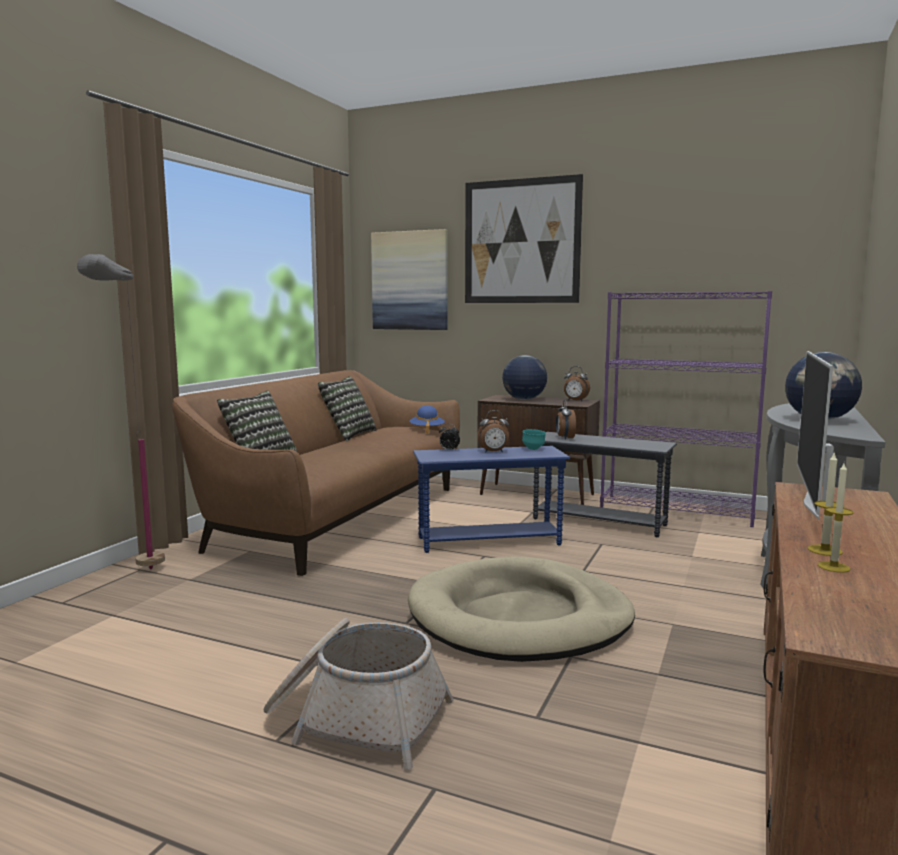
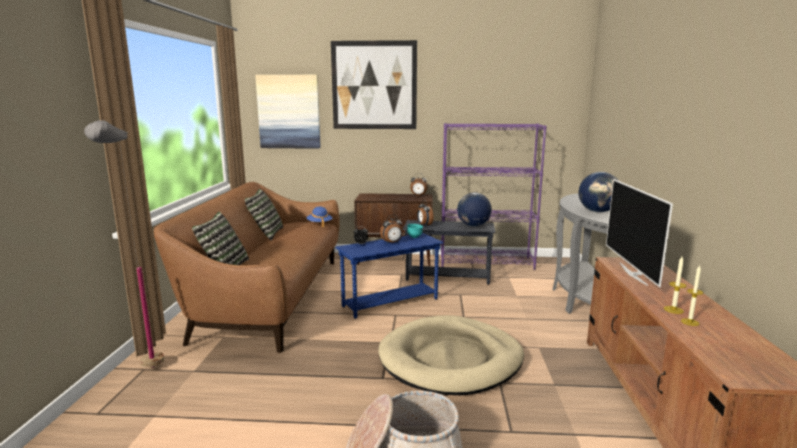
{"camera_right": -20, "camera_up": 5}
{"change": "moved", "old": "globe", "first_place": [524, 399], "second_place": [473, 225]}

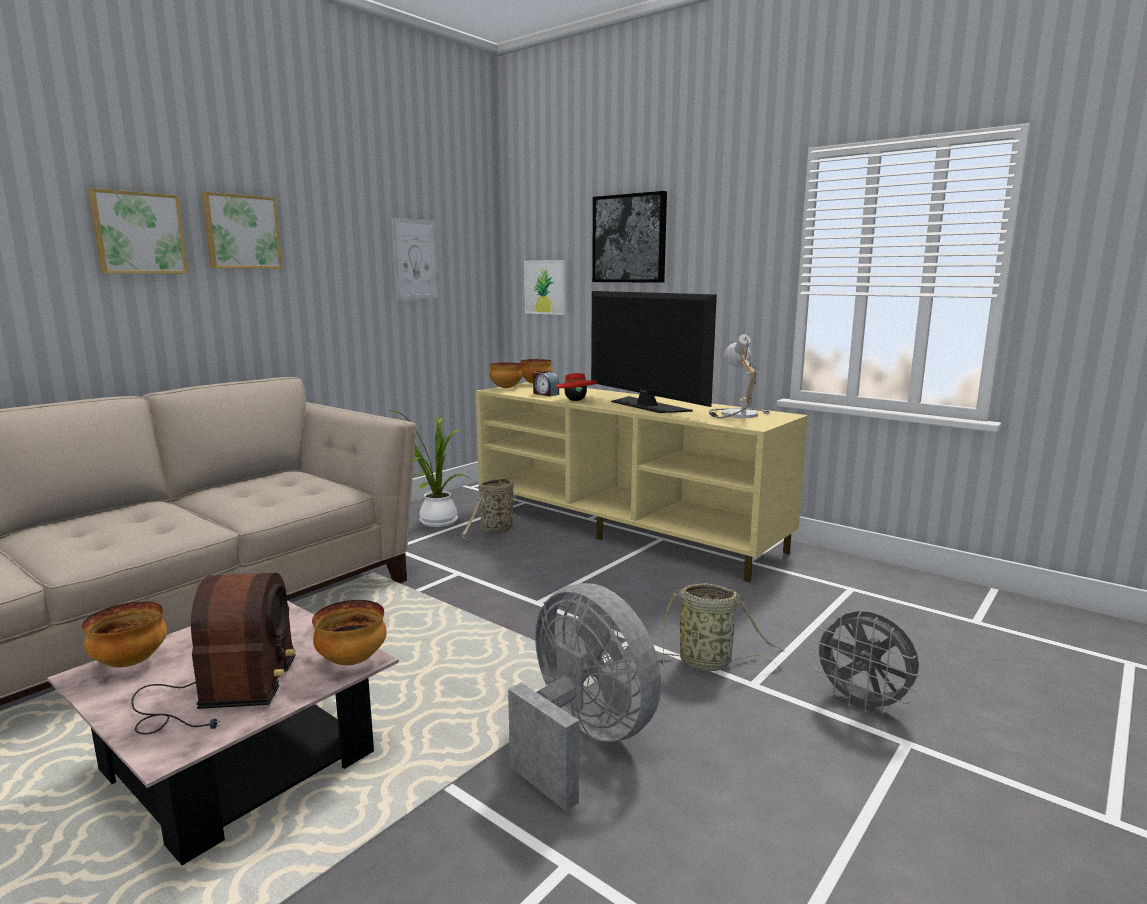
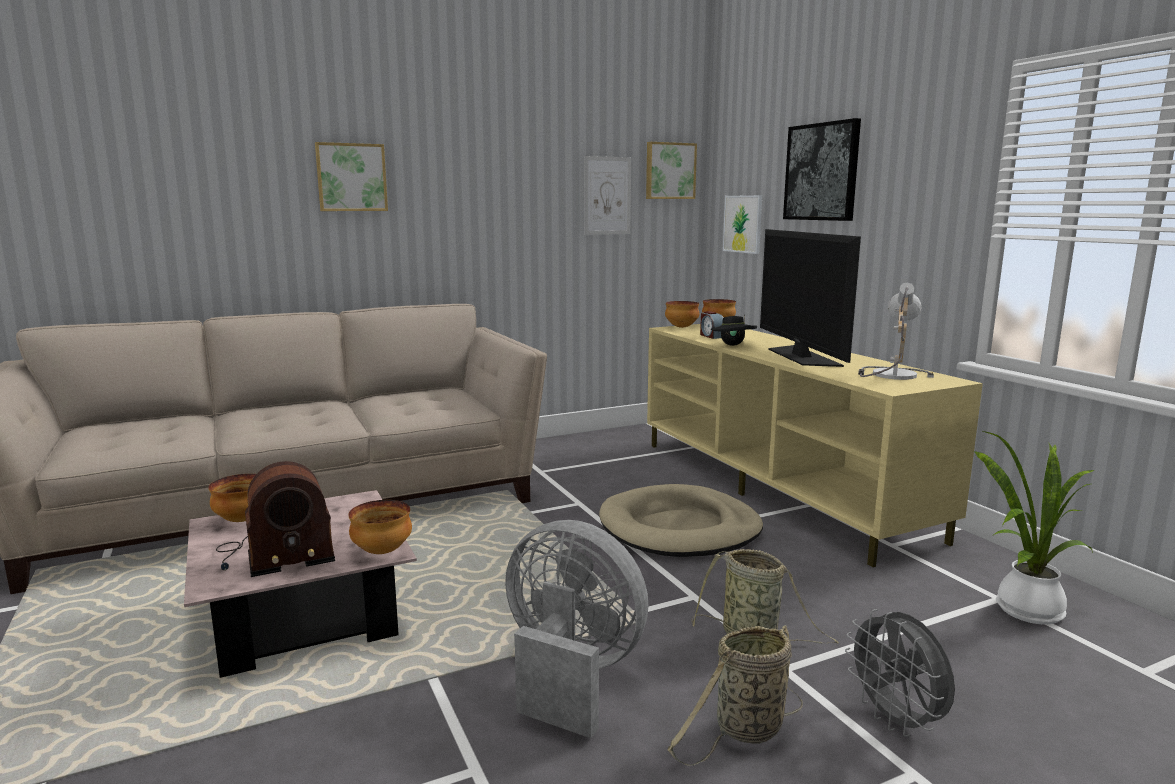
{"camera_right": 25, "camera_up": 0}
{"change": "moved", "old": "picture", "first_place": [241, 232], "second_place": [669, 171]}
{"change": "recoloured", "old": "hat in red", "new": "hat in black", "first_place": [576, 400], "second_place": [733, 345]}
{"change": "moved", "old": "potted plant", "first_place": [435, 521], "second_place": [1023, 610]}
{"change": "moved", "old": "basket", "first_place": [495, 531], "second_place": [745, 731]}
{"change": "turned", "old": "radio", "first_place": [219, 694], "second_place": [275, 554], "degrees": 45}
{"change": "turned", "old": "fan in grey", "first_place": [582, 741], "second_place": [570, 675], "degrees": -45}
{"change": "added", "new": "dog bed in beige", "second_place": [680, 528]}

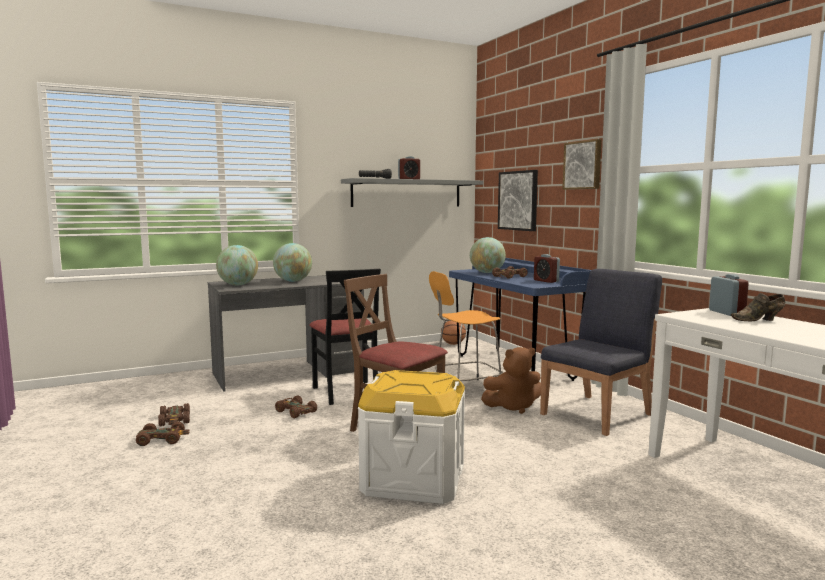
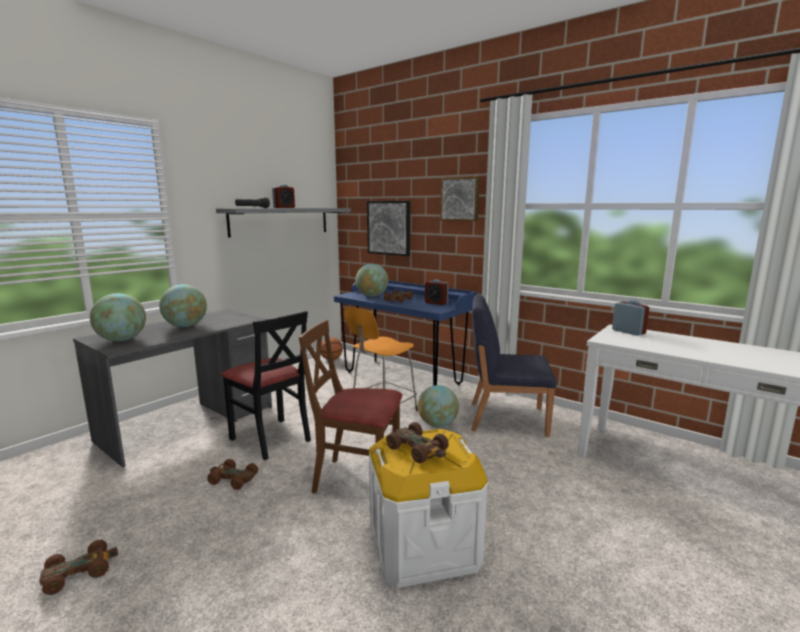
{"camera_right": -25, "camera_up": 5}
{"change": "turned", "old": "chair in blue", "first_place": [597, 414], "second_place": [506, 418], "degrees": -105}
{"change": "removed", "old": "shoe in brown", "first_place": [759, 320]}
{"change": "replaced", "old": "plush toy in brown", "new": "globe", "first_place": [513, 407], "second_place": [437, 424]}
{"change": "moved", "old": "toy car in brown", "first_place": [175, 420], "second_place": [418, 449]}

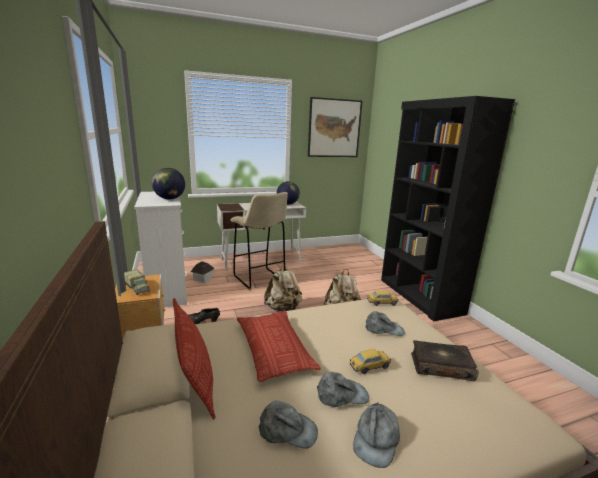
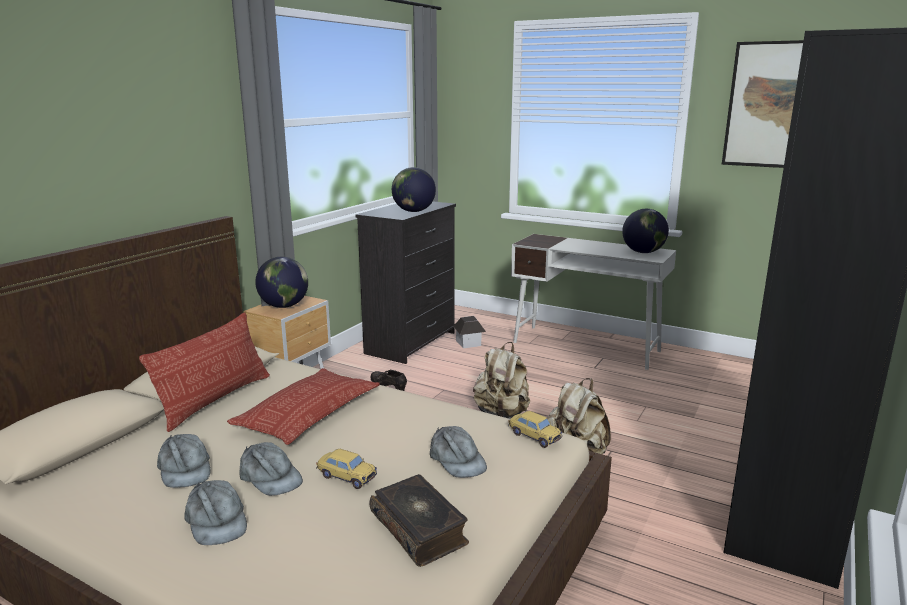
{"camera_right": 50, "camera_up": 0}
{"change": "recoloured", "old": "dresser in white", "new": "dresser in black", "first_place": [168, 291], "second_place": [412, 343]}
{"change": "removed", "old": "stool in beige", "first_place": [259, 279]}
{"change": "replaced", "old": "toy truck", "new": "globe", "first_place": [138, 288], "second_place": [284, 306]}
{"change": "turned", "old": "cap in grey", "first_place": [376, 439], "second_place": [216, 521], "degrees": -105}

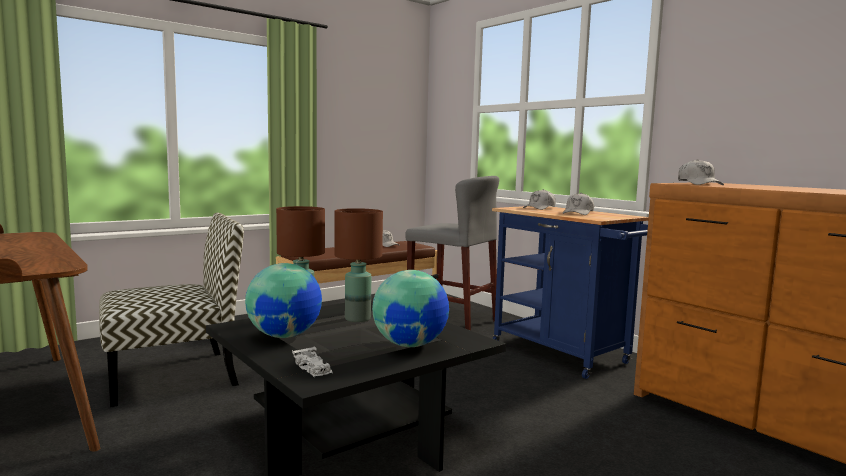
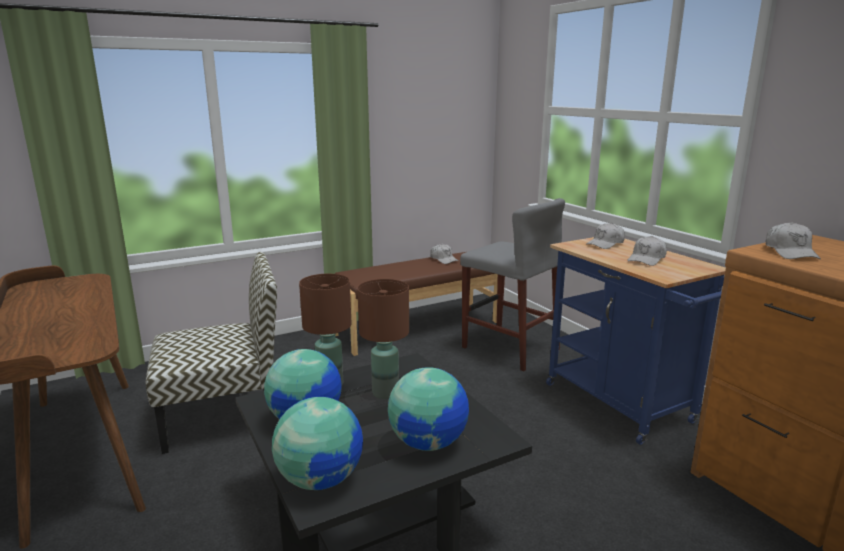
{"camera_right": 10, "camera_up": 10}
{"change": "replaced", "old": "toy car in white", "new": "globe", "first_place": [313, 368], "second_place": [320, 479]}

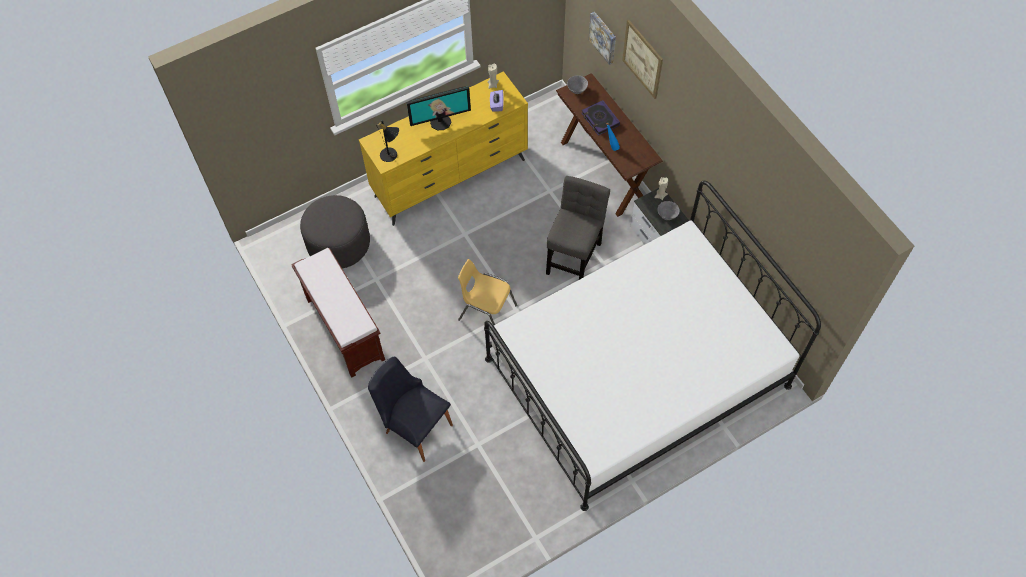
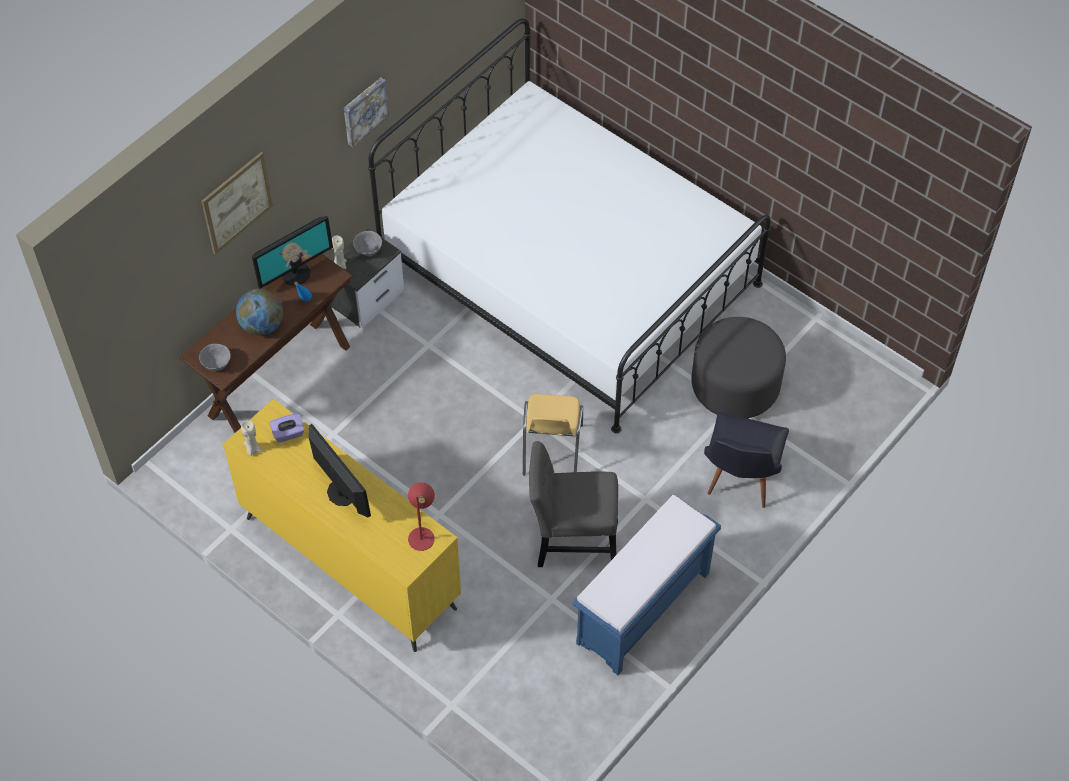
{"camera_right": -110, "camera_up": -5}
{"change": "moved", "old": "picture", "first_place": [603, 37], "second_place": [364, 110]}
{"change": "replaced", "old": "book", "new": "globe", "first_place": [600, 119], "second_place": [262, 325]}
{"change": "recoloured", "old": "table lamp in black", "new": "table lamp in red", "first_place": [391, 156], "second_place": [422, 534]}
{"change": "moved", "old": "chair in grey", "first_place": [574, 255], "second_place": [572, 541]}
{"change": "moved", "old": "ottoman in grey", "first_place": [339, 244], "second_place": [735, 385]}
{"change": "recoloured", "old": "bench in brown", "new": "bench in blue", "first_place": [344, 328], "second_place": [642, 610]}
{"change": "added", "new": "monitor", "second_place": [296, 273]}

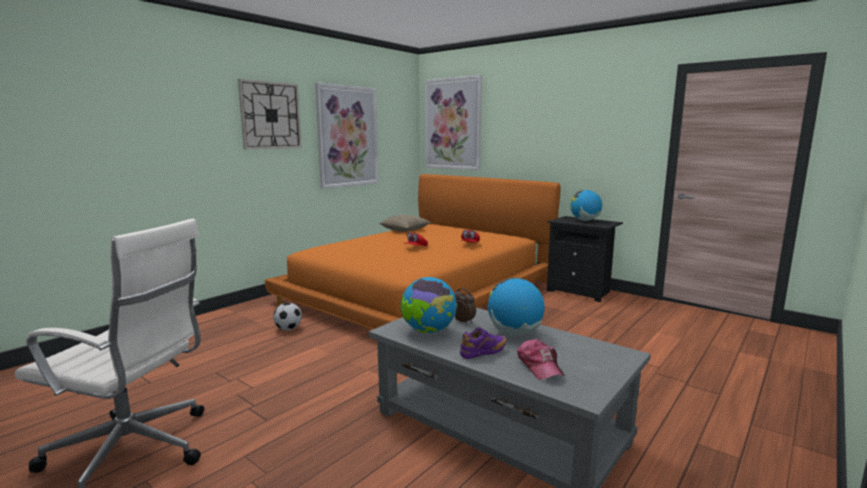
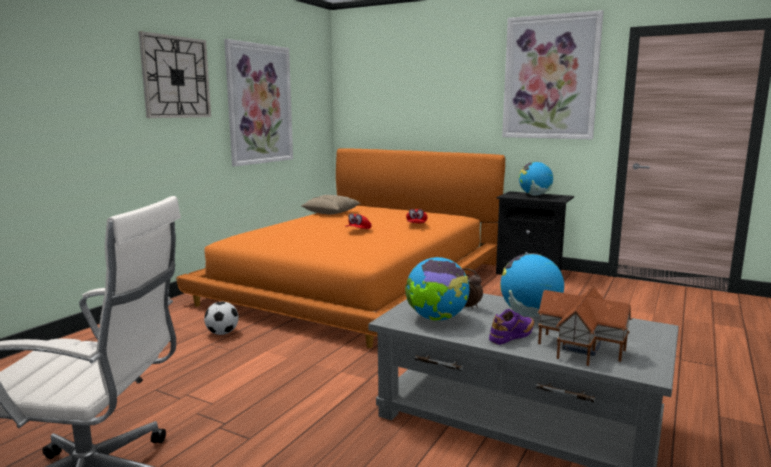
{"camera_right": -10, "camera_up": 0}
{"change": "moved", "old": "picture", "first_place": [453, 124], "second_place": [550, 77]}
{"change": "replaced", "old": "cap", "new": "toy house", "first_place": [540, 366], "second_place": [580, 346]}

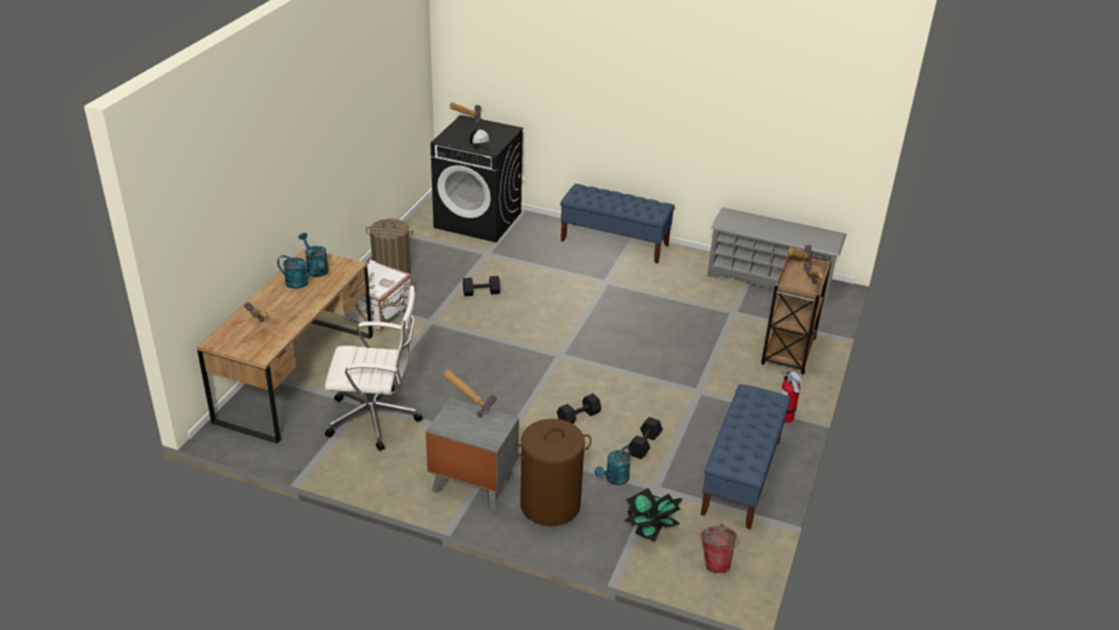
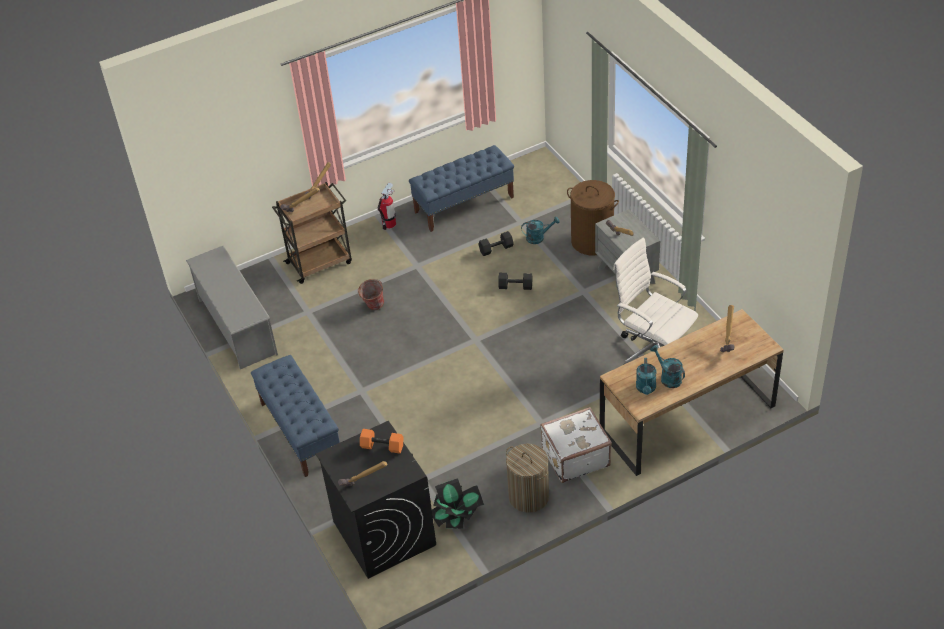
{"camera_right": -135, "camera_up": 10}
{"change": "replaced", "old": "cap", "new": "dumbbell in orange", "first_place": [481, 143], "second_place": [382, 447]}
{"change": "removed", "old": "dumbbell in black", "first_place": [481, 293]}
{"change": "moved", "old": "potted plant", "first_place": [650, 529], "second_place": [457, 516]}
{"change": "moved", "old": "bucket", "first_place": [716, 562], "second_place": [373, 307]}

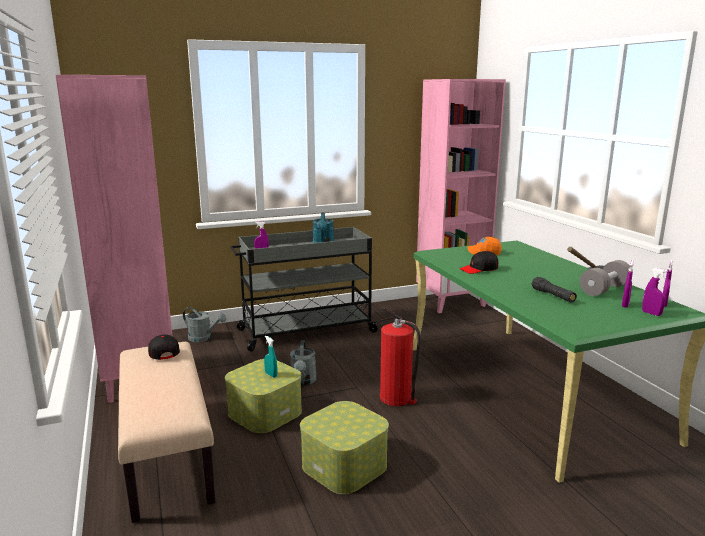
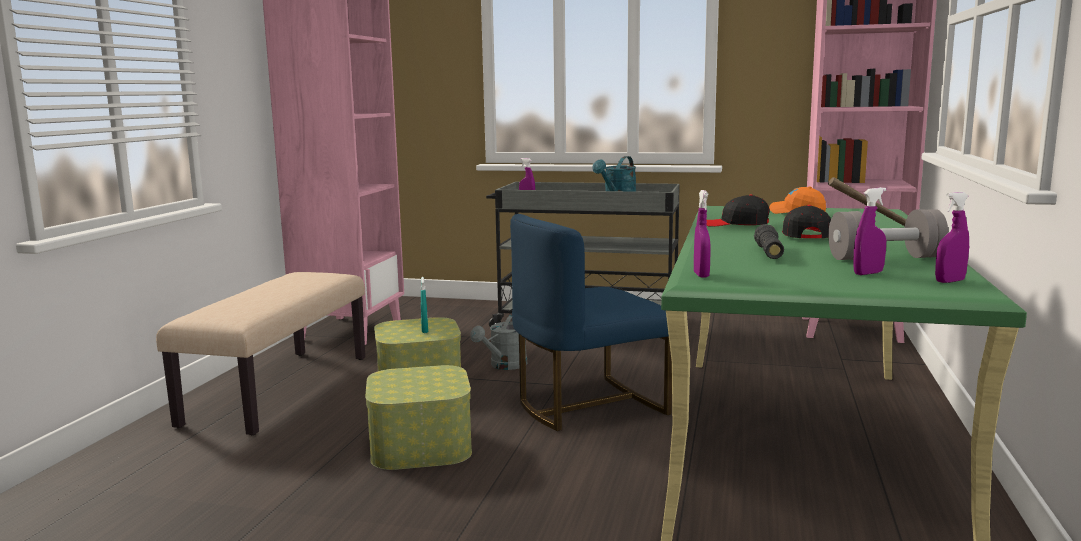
{"camera_right": 35, "camera_up": -5}
{"change": "moved", "old": "spray bottle in purple", "first_place": [651, 313], "second_place": [701, 275]}
{"change": "removed", "old": "watering can in grey", "first_place": [204, 338]}
{"change": "replaced", "old": "fire extinguisher", "new": "chair in blue", "first_place": [396, 398], "second_place": [588, 405]}
{"change": "moved", "old": "cap in black", "first_place": [163, 352], "second_place": [804, 236]}

